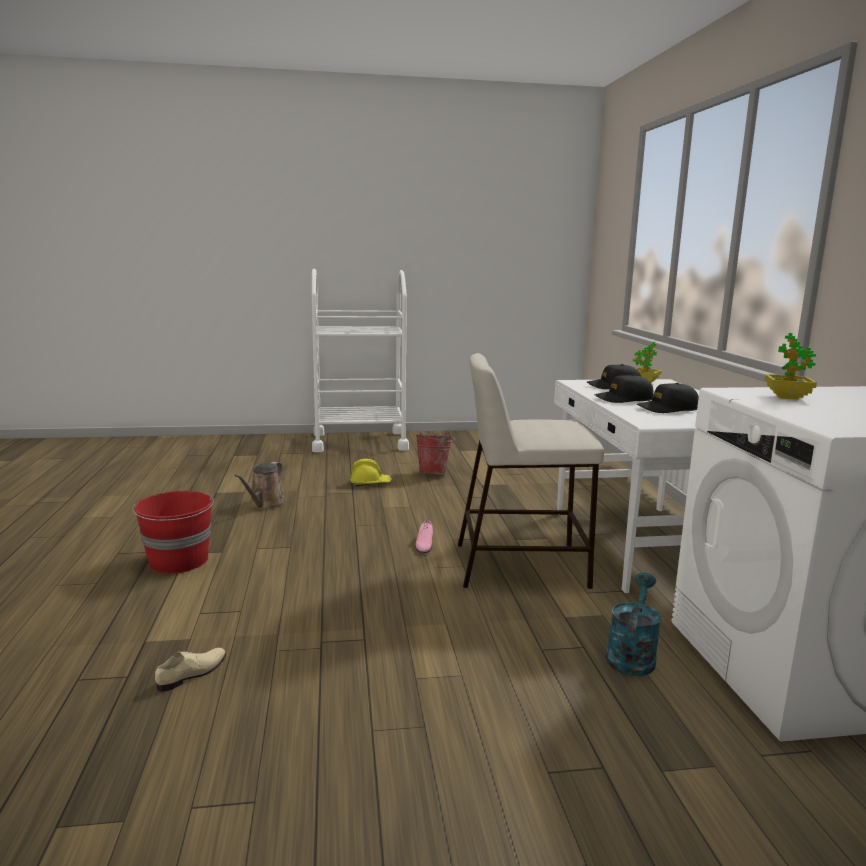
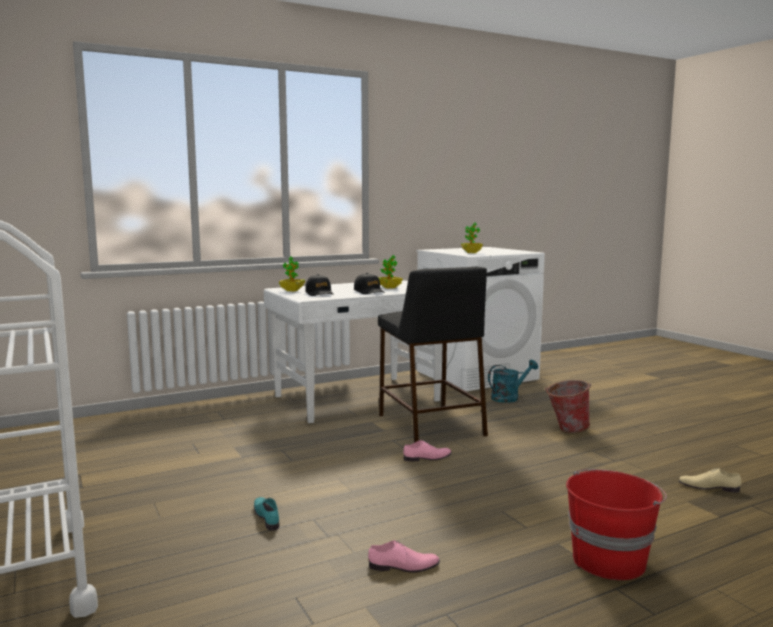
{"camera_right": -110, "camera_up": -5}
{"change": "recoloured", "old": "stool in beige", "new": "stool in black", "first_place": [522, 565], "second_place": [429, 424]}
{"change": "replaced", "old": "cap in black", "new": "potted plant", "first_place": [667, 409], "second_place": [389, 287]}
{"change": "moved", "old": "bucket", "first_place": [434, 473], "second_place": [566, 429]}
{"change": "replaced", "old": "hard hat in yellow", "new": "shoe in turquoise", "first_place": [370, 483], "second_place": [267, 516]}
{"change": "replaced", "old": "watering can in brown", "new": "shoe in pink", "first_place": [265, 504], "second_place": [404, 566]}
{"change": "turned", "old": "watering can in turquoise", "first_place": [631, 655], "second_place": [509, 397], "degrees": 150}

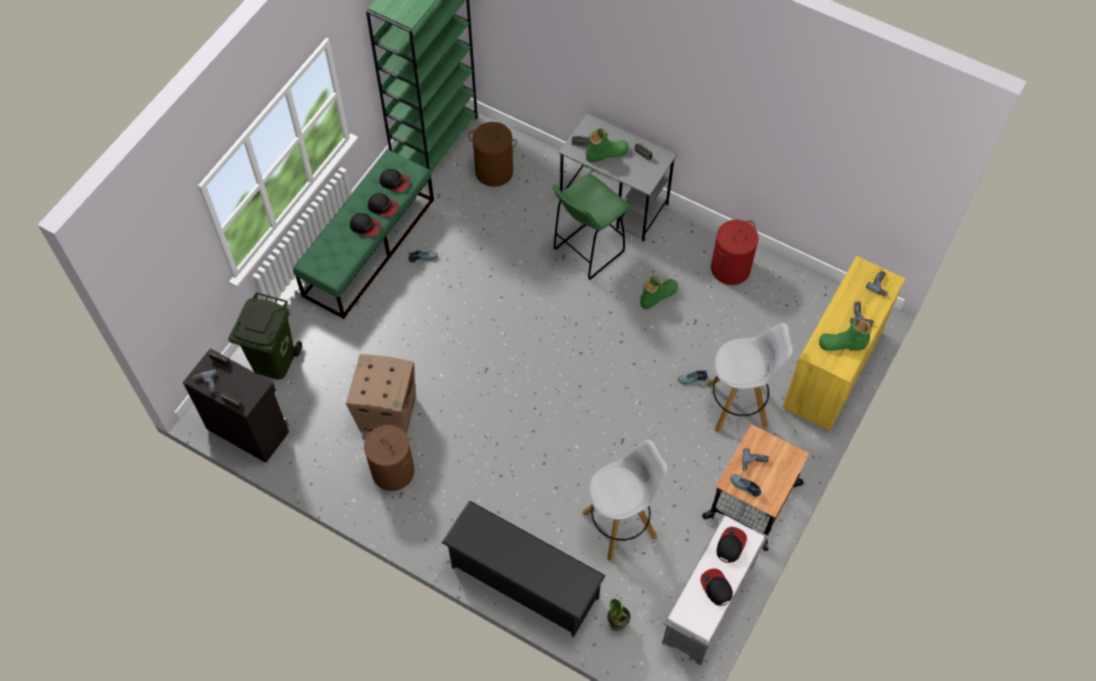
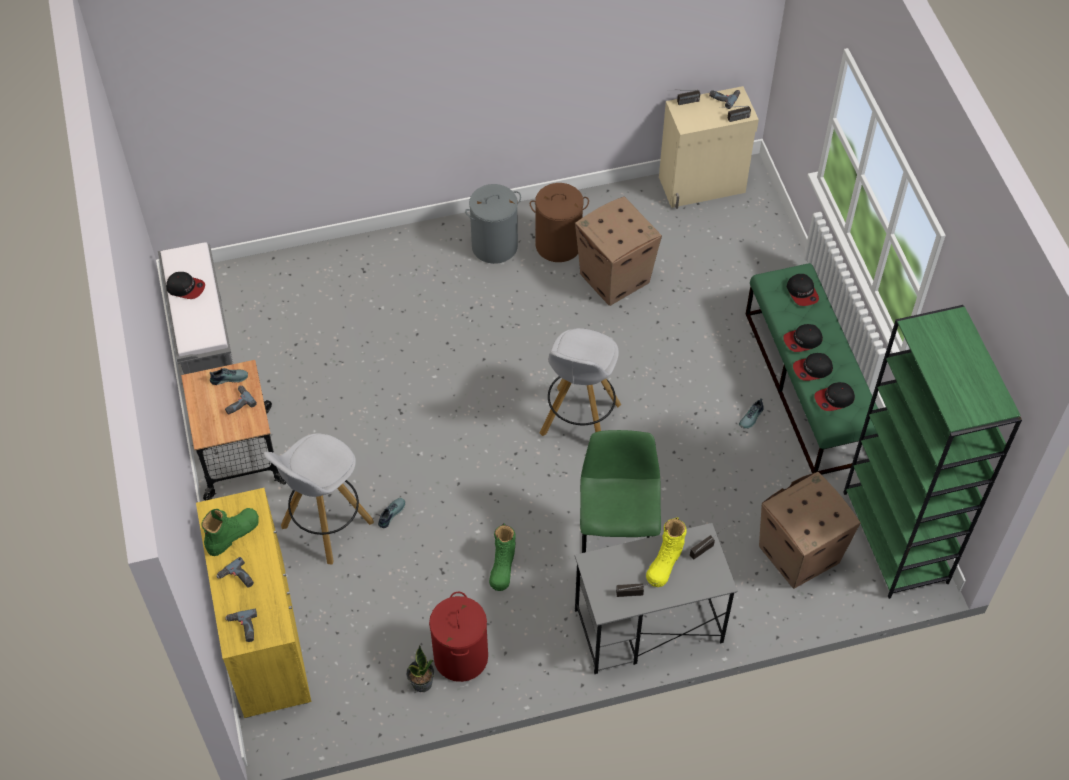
{"camera_right": 135, "camera_up": -5}
{"change": "replaced", "old": "laundry basket in brown", "new": "cardboard box", "first_place": [494, 171], "second_place": [798, 555]}
{"change": "recoloured", "old": "boot in green", "new": "boot in yellow", "first_place": [606, 153], "second_place": [665, 562]}
{"change": "removed", "old": "trash can in green", "first_place": [273, 360]}
{"change": "recoloured", "old": "cabinet in black", "new": "cabinet in beige", "first_place": [248, 429], "second_place": [703, 185]}
{"change": "moved", "old": "stool in white", "first_place": [620, 524], "second_place": [580, 420]}
{"change": "removed", "old": "shoe rack in black", "first_place": [523, 582]}
{"change": "moved", "old": "cap", "first_place": [730, 545], "second_place": [802, 292]}
{"change": "moved", "old": "potted plant", "first_place": [617, 623], "second_place": [421, 683]}
{"change": "added", "new": "laundry basket in grey", "second_place": [495, 246]}

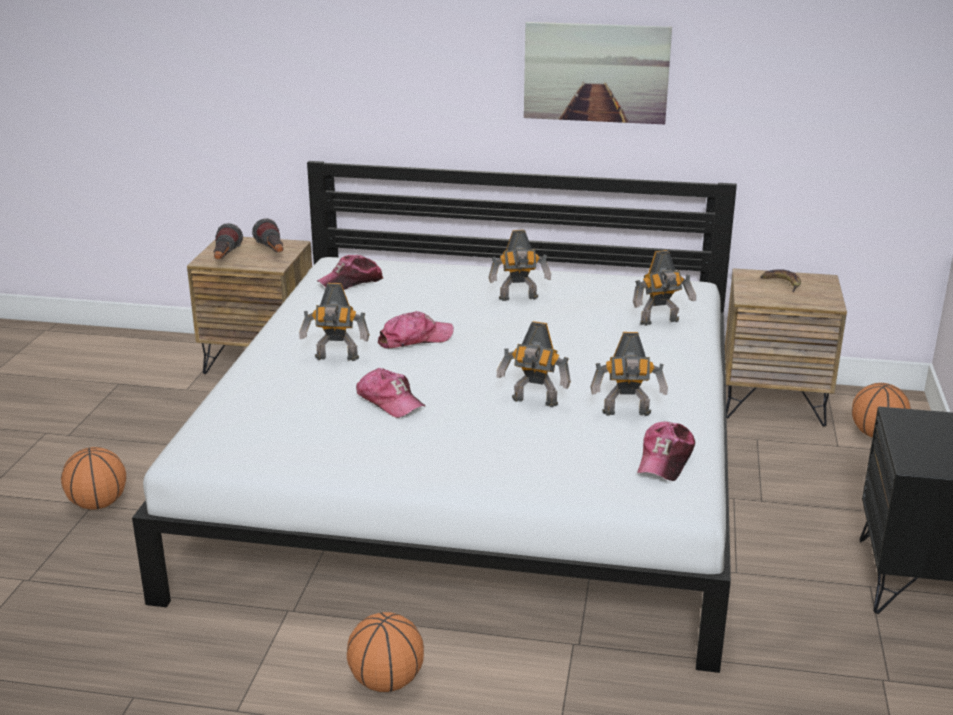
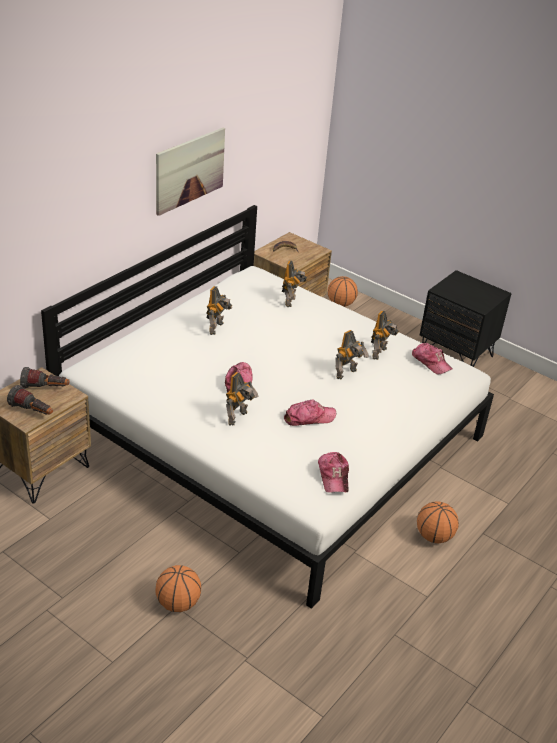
{"camera_right": -65, "camera_up": 10}
{"change": "moved", "old": "cap", "first_place": [351, 282], "second_place": [333, 476]}

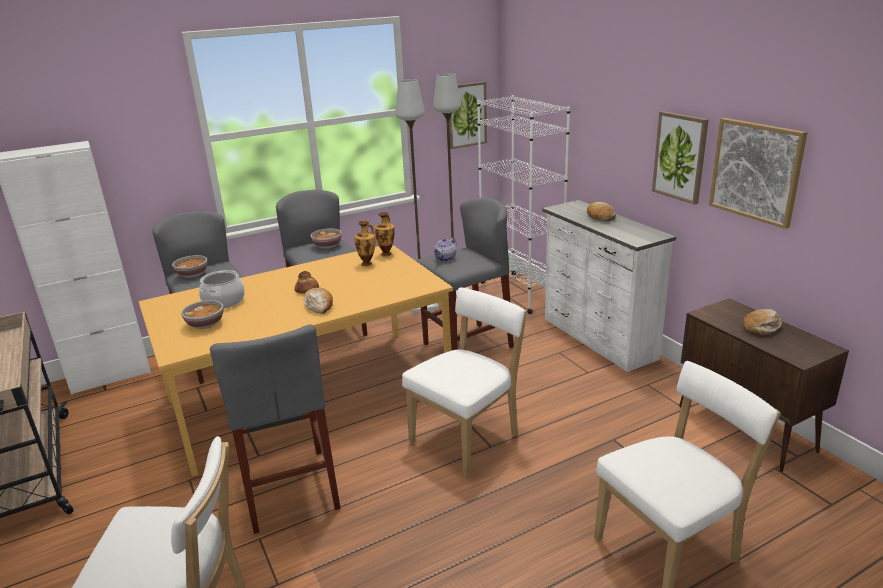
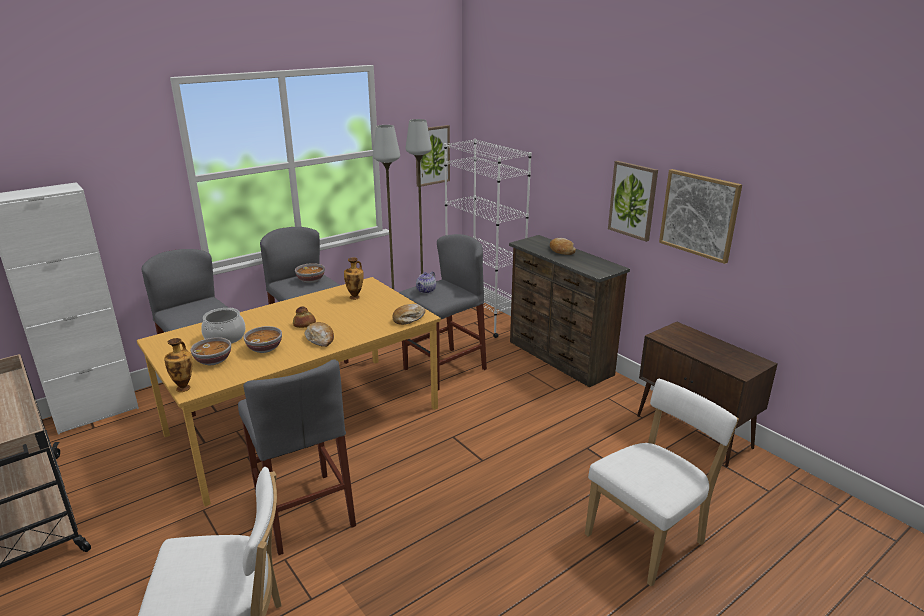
{"camera_right": -10, "camera_up": 0}
{"change": "recoloured", "old": "dresser in white", "new": "dresser in brown", "first_place": [597, 339], "second_place": [559, 358]}
{"change": "moved", "old": "vase", "first_place": [386, 254], "second_place": [184, 388]}
{"change": "moved", "old": "bowl", "first_place": [192, 274], "second_place": [265, 348]}
{"change": "removed", "old": "chair in white", "first_place": [468, 437]}
{"change": "moved", "old": "bread", "first_place": [762, 327], "second_place": [408, 318]}

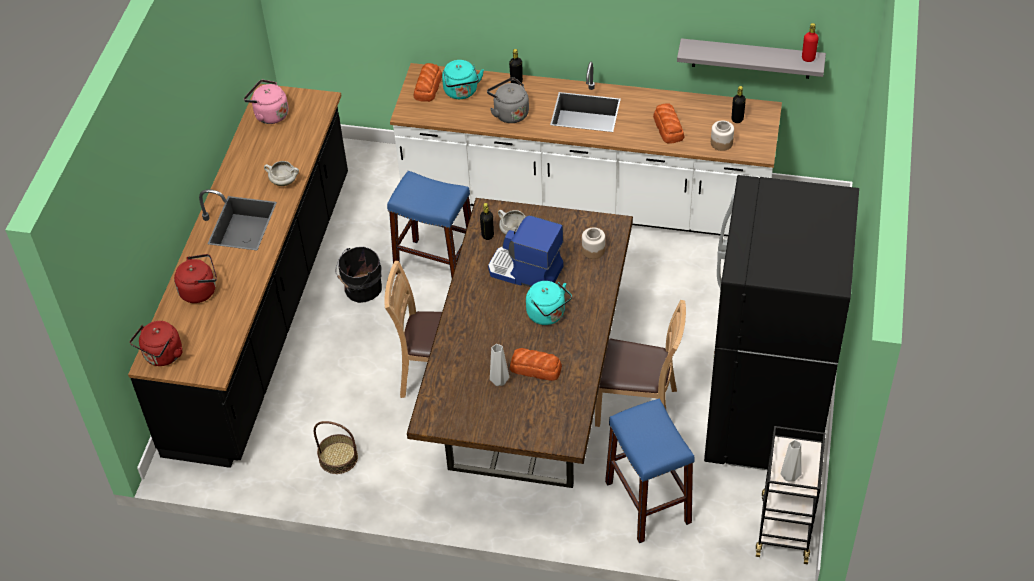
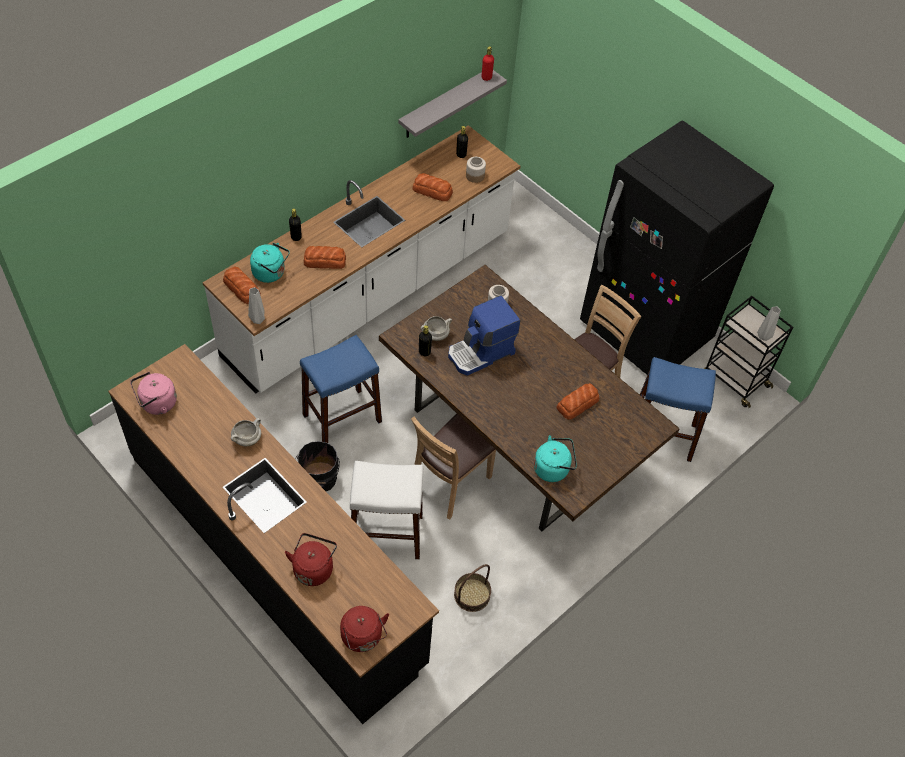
{"camera_right": -60, "camera_up": 5}
{"change": "replaced", "old": "kettle in grey", "new": "bread", "first_place": [509, 113], "second_place": [324, 261]}
{"change": "moved", "old": "kettle in turquoise", "first_place": [548, 315], "second_place": [553, 468]}
{"change": "moved", "old": "vase in grey", "first_place": [499, 382], "second_place": [258, 320]}
{"change": "added", "new": "stool in white", "second_place": [386, 534]}

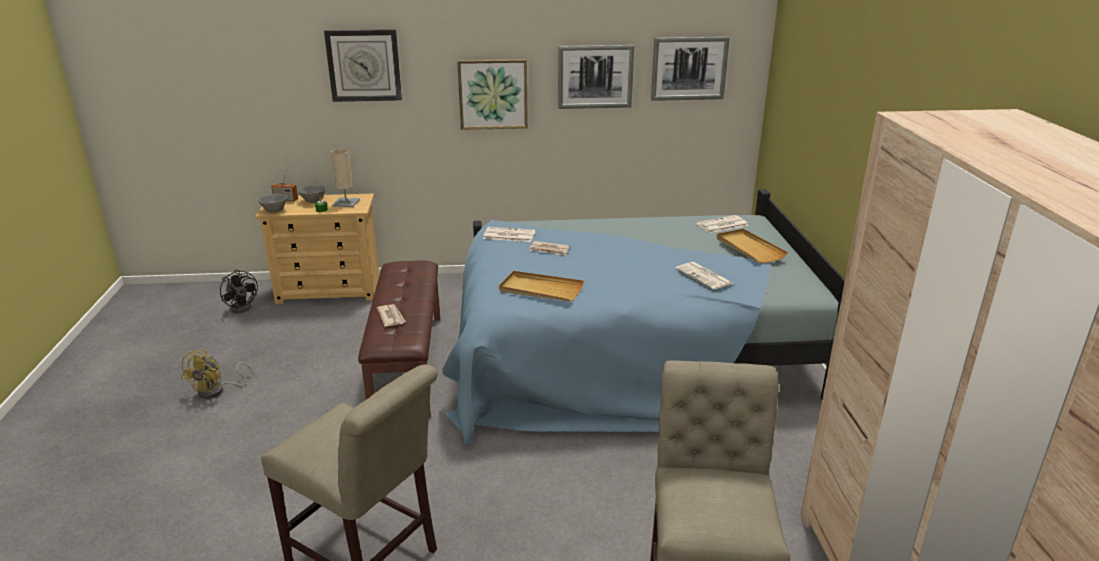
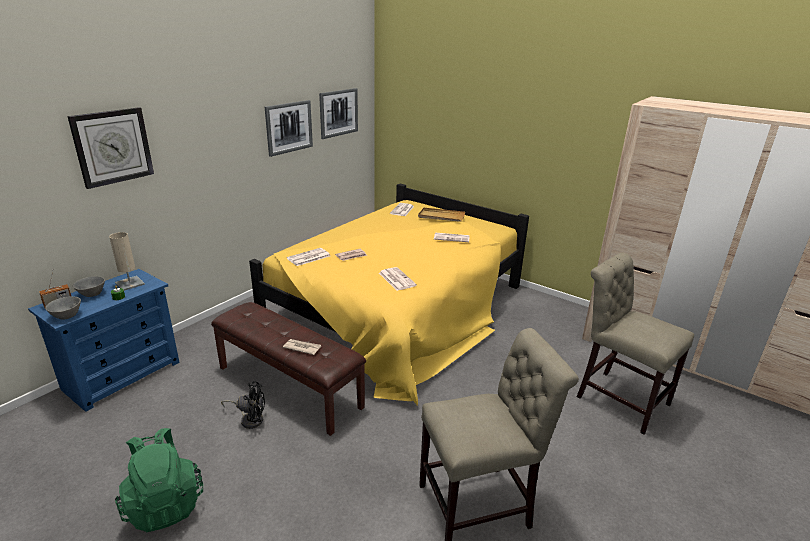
{"camera_right": -50, "camera_up": 0}
{"change": "removed", "old": "picture", "first_place": [493, 94]}
{"change": "recoloured", "old": "bed in blue", "new": "bed in yellow", "first_place": [627, 351], "second_place": [399, 308]}
{"change": "recoloured", "old": "dresser in beige", "new": "dresser in blue", "first_place": [329, 290], "second_place": [123, 375]}
{"change": "moved", "old": "fan in black", "first_place": [243, 306], "second_place": [249, 419]}
{"change": "replaced", "old": "tray in beige", "new": "newspaper", "first_place": [540, 290], "second_place": [396, 279]}
{"change": "replaced", "old": "fan in yellow", "new": "backpack in green", "first_place": [217, 391], "second_place": [165, 503]}

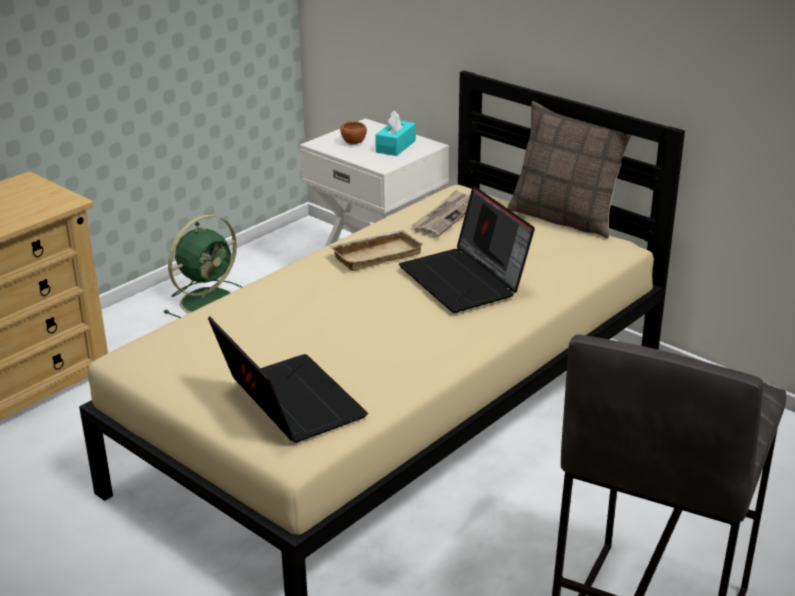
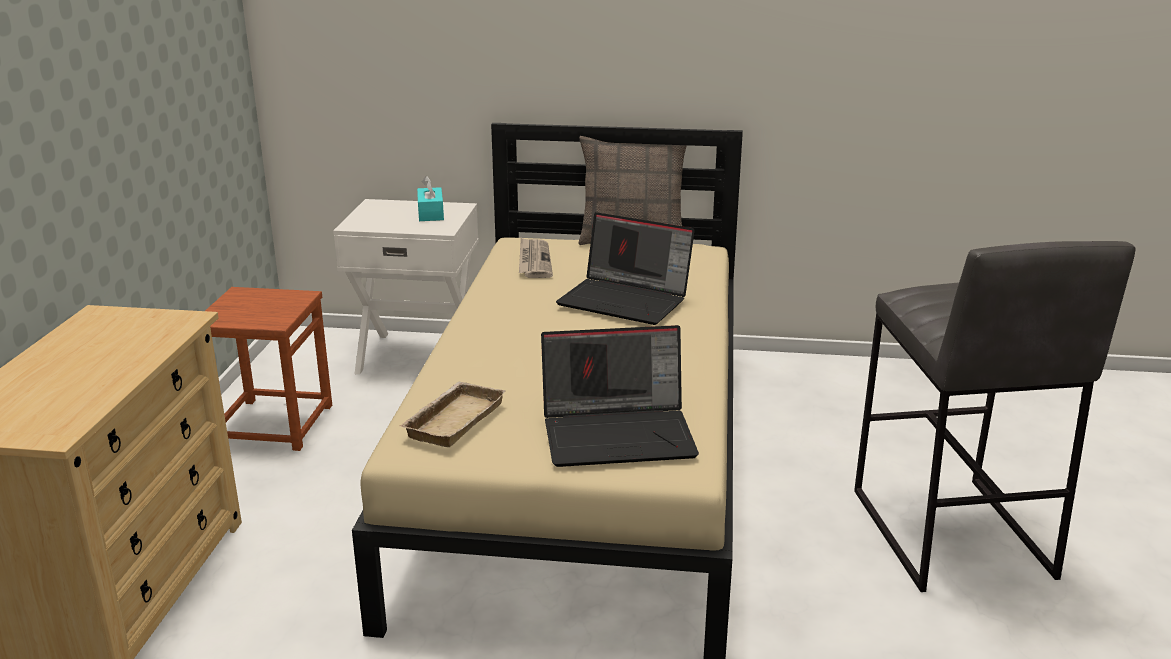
{"camera_right": -35, "camera_up": -5}
{"change": "removed", "old": "cup in brown", "first_place": [352, 141]}
{"change": "replaced", "old": "fan in green", "new": "stool in brown", "first_place": [210, 301], "second_place": [272, 424]}
{"change": "moved", "old": "tray in beige", "first_place": [376, 254], "second_place": [453, 419]}
{"change": "turned", "old": "laptop", "first_place": [287, 402], "second_place": [620, 433], "degrees": 150}

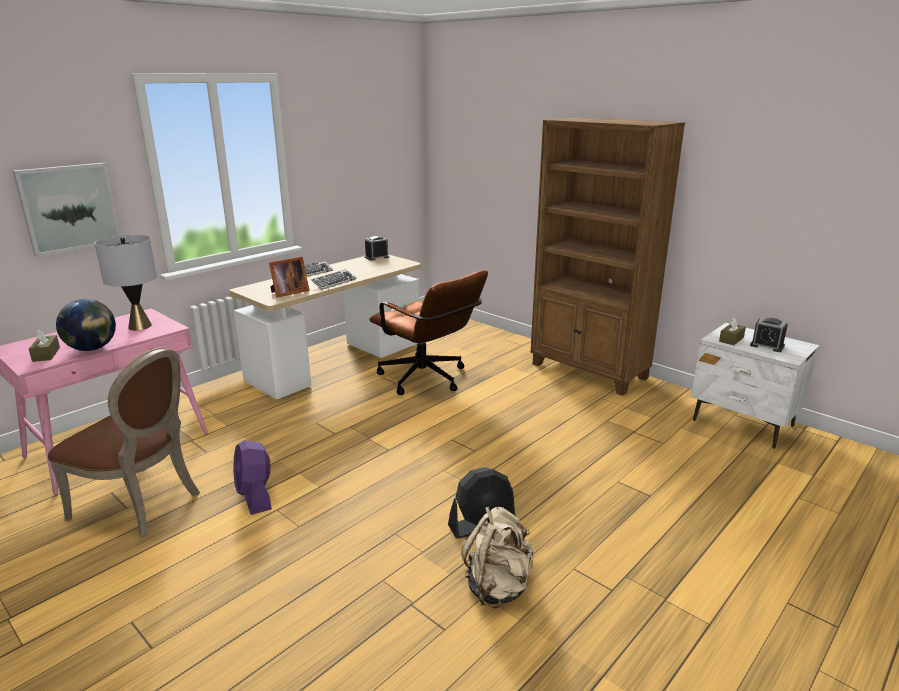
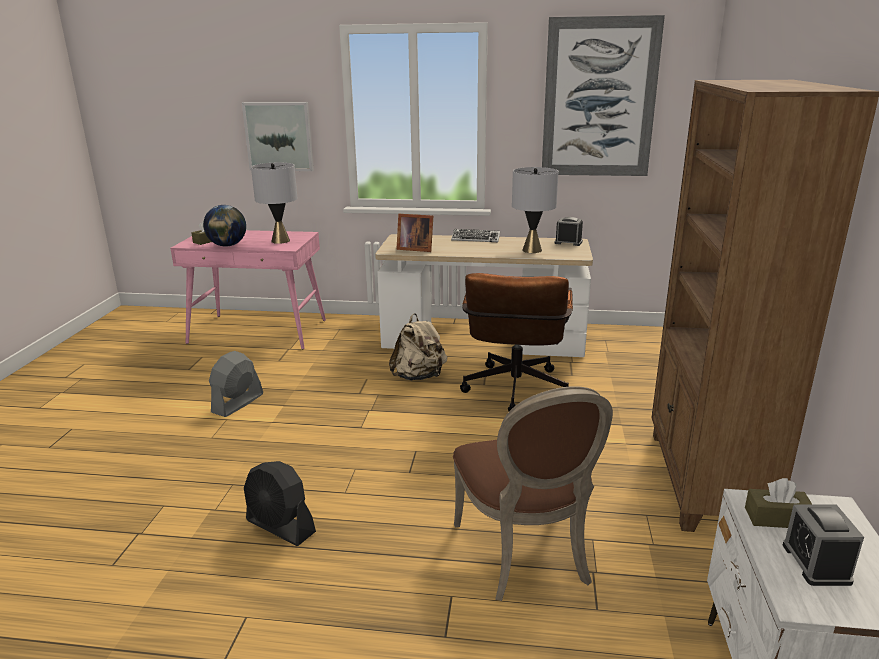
{"camera_right": 55, "camera_up": 0}
{"change": "removed", "old": "keyboard", "first_place": [334, 282]}
{"change": "moved", "old": "chair in brown", "first_place": [142, 504], "second_place": [526, 555]}
{"change": "recoloured", "old": "fan in purple", "new": "fan in grey", "first_place": [255, 496], "second_place": [237, 403]}
{"change": "moved", "old": "backpack in beige", "first_place": [498, 587], "second_place": [419, 377]}
{"change": "added", "new": "picture", "second_place": [599, 99]}
{"change": "added", "new": "table lamp in grey", "second_place": [532, 250]}

